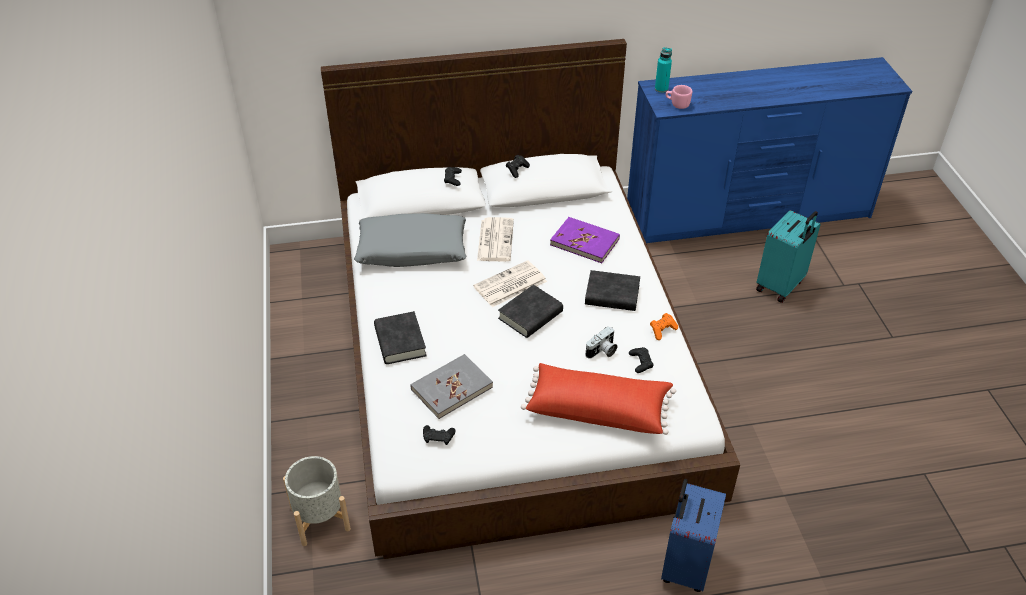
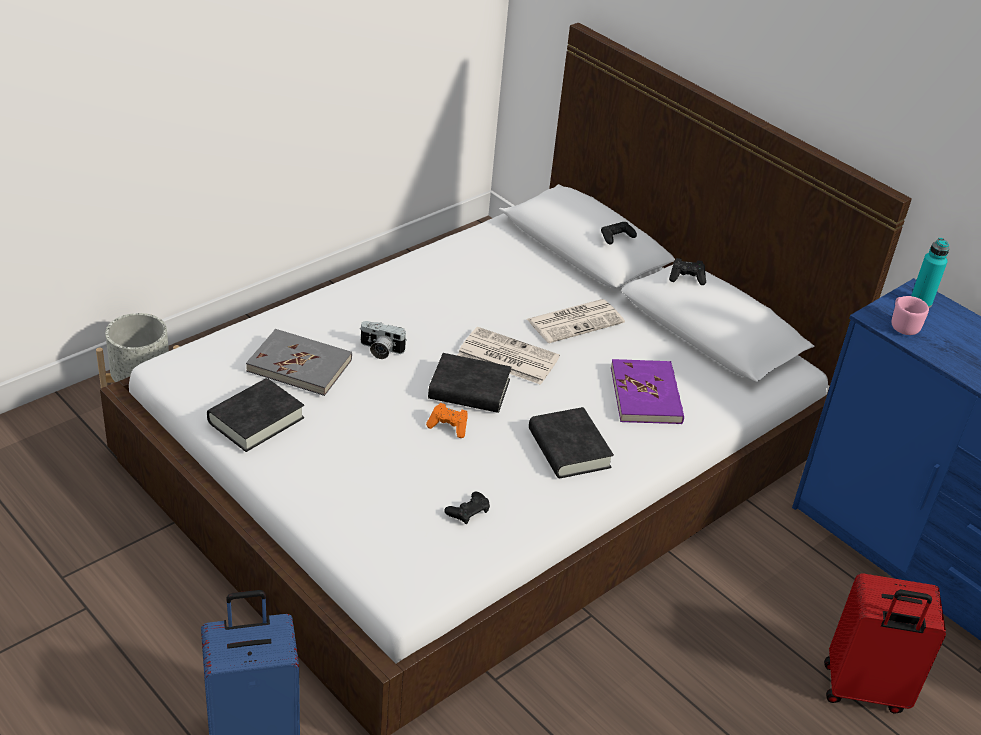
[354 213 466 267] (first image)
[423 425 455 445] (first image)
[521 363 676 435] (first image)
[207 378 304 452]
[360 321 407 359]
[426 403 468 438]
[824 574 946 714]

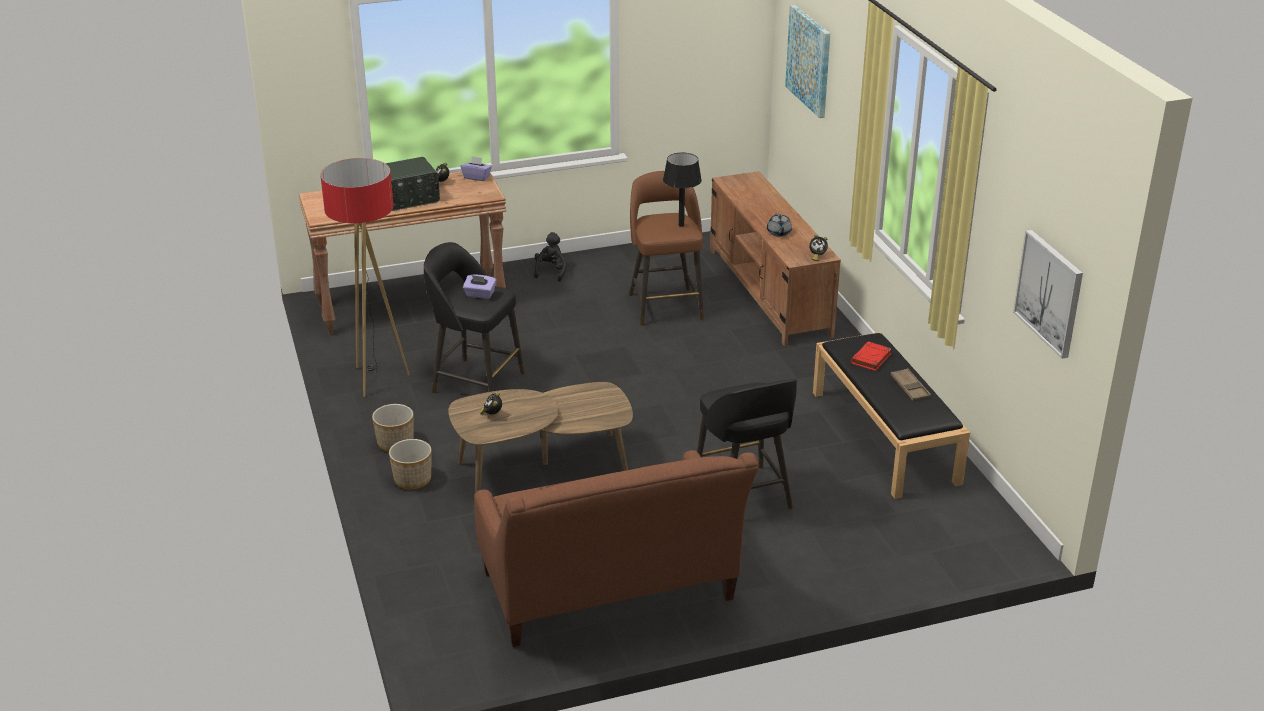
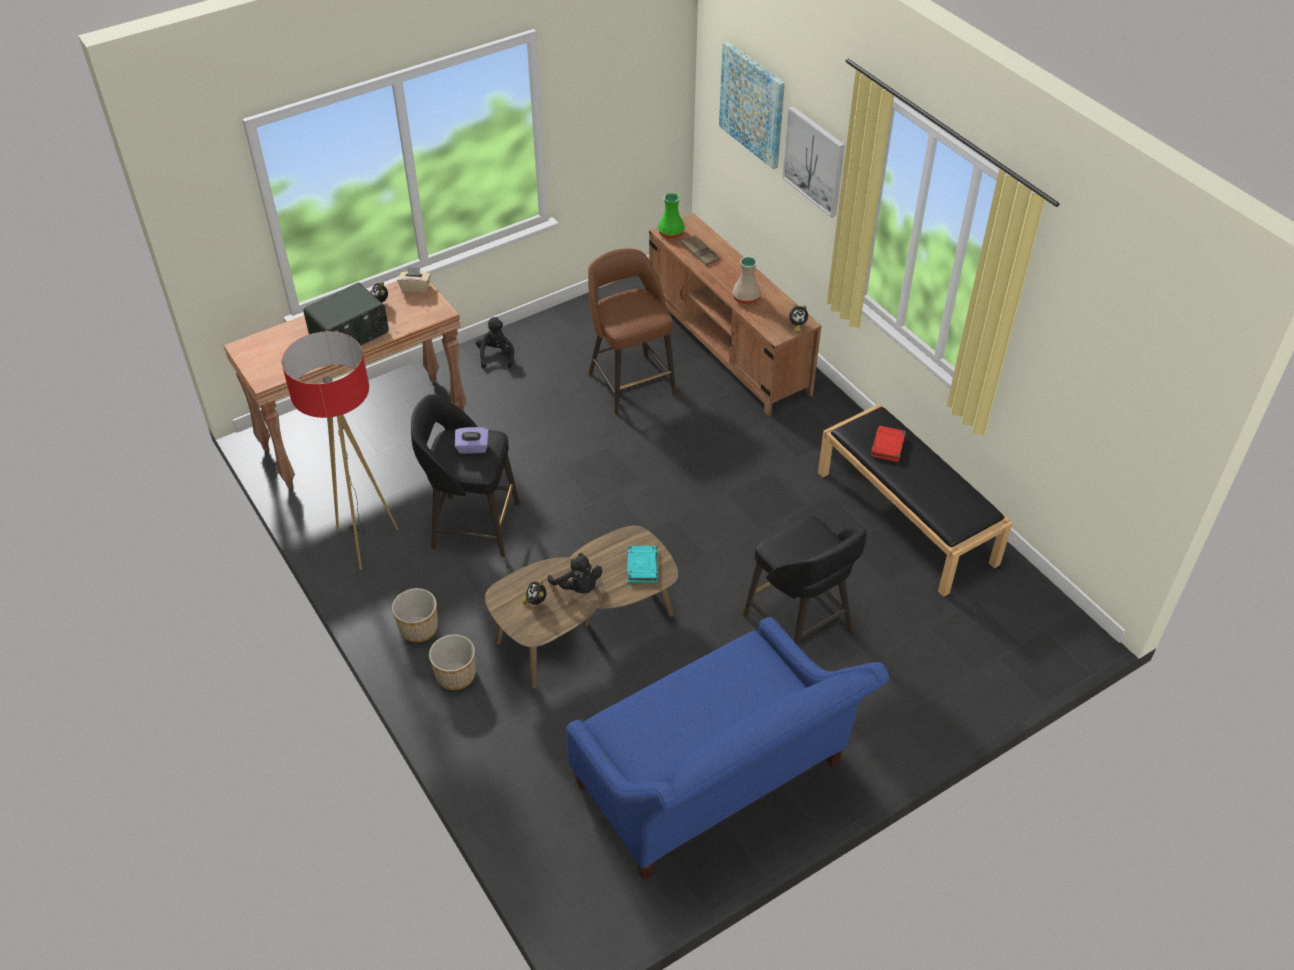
[663 153 702 227] (first image)
[548 553 602 594]
[627 546 658 583]
[658 193 685 239]
[682 235 720 266]
[782 106 845 218]
[732 257 761 305]
[397 267 431 293]
[566 617 889 880]

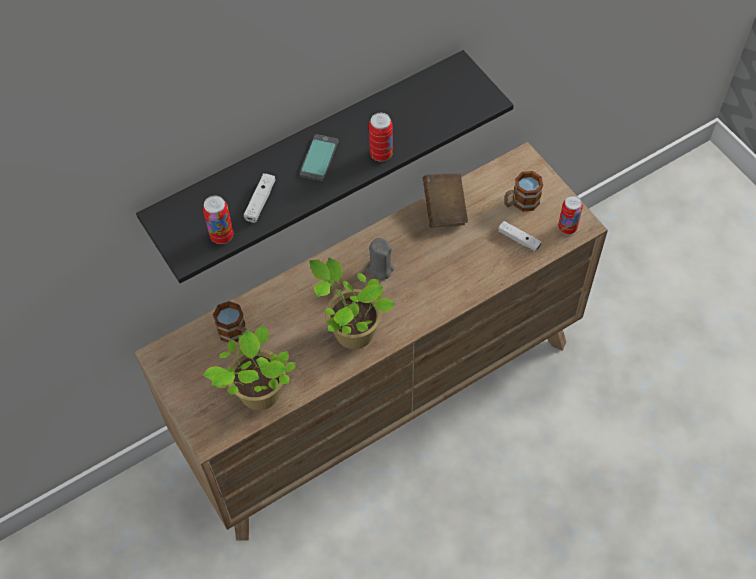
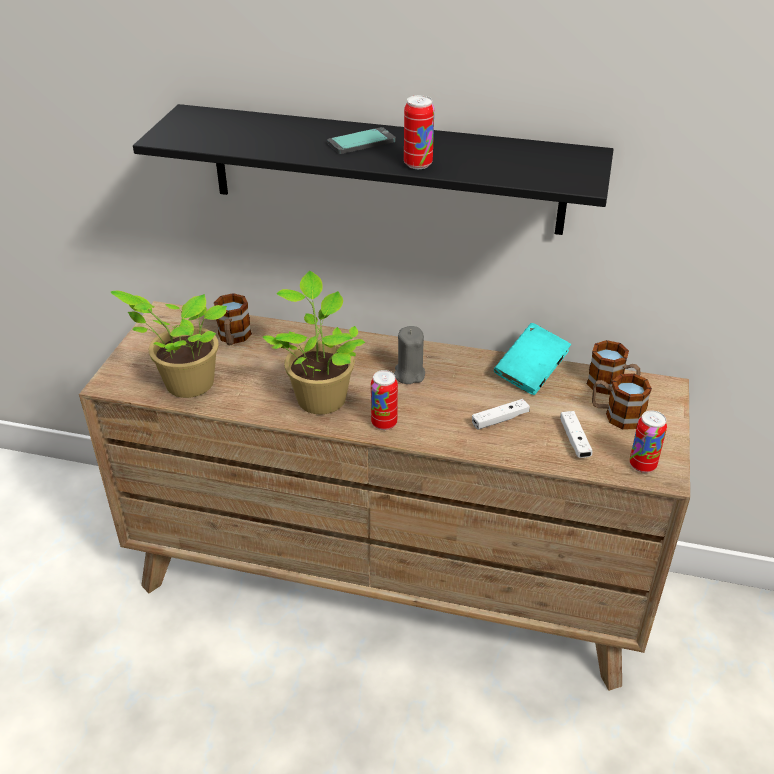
[587 340 641 395]
[371 370 398 430]
[472 399 530 430]
[494 323 571 395]

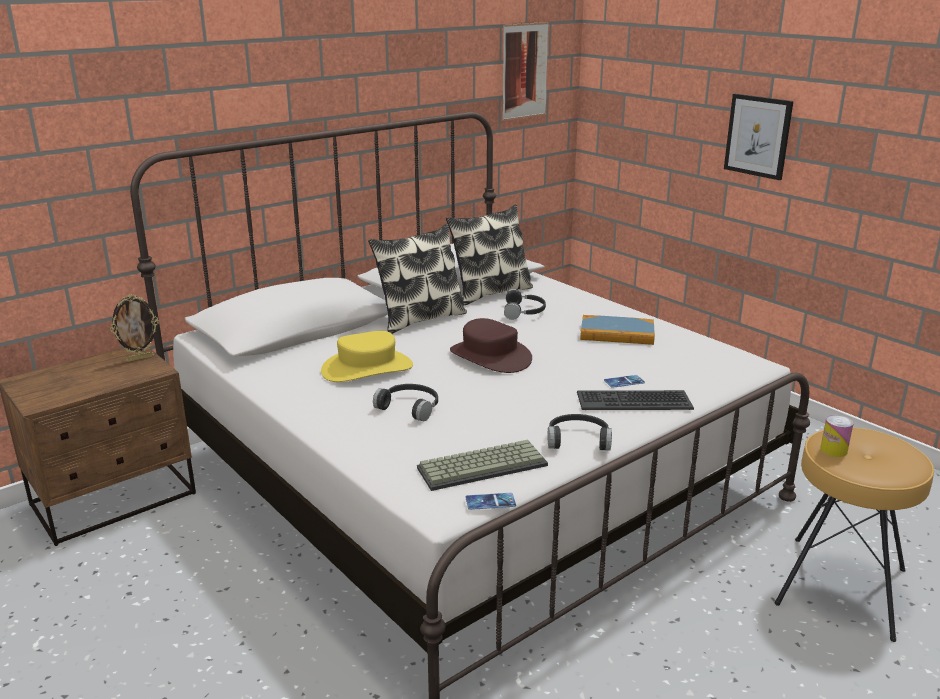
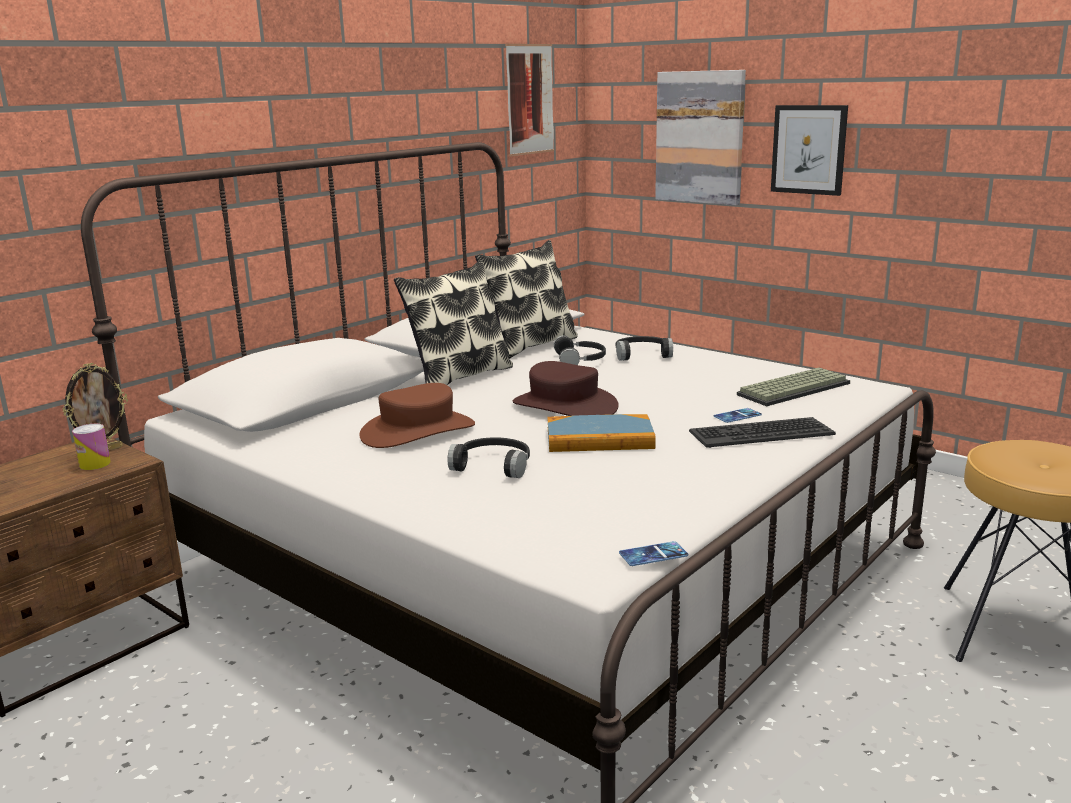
[655 70 746 205]
[737 368 850 406]
[616 336 673 360]
[547 414 656 452]
[72 424 111 470]
[359 383 475 448]

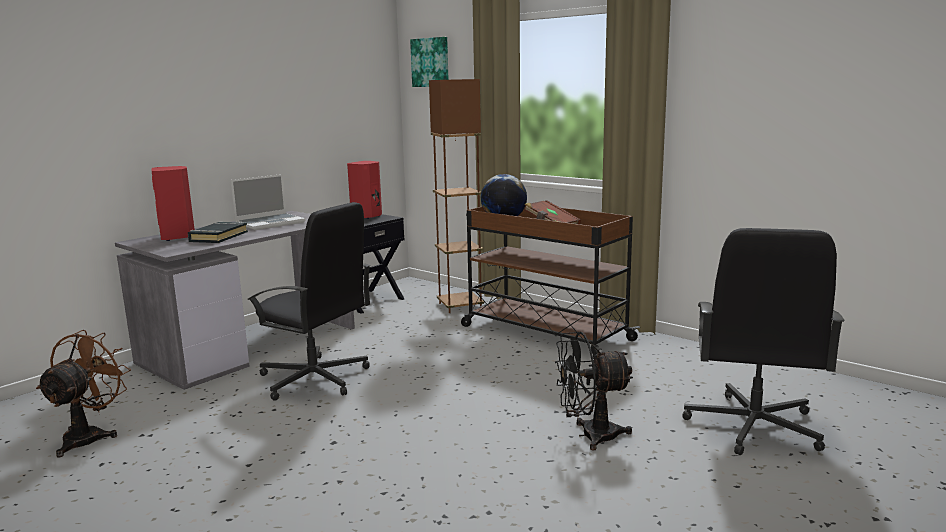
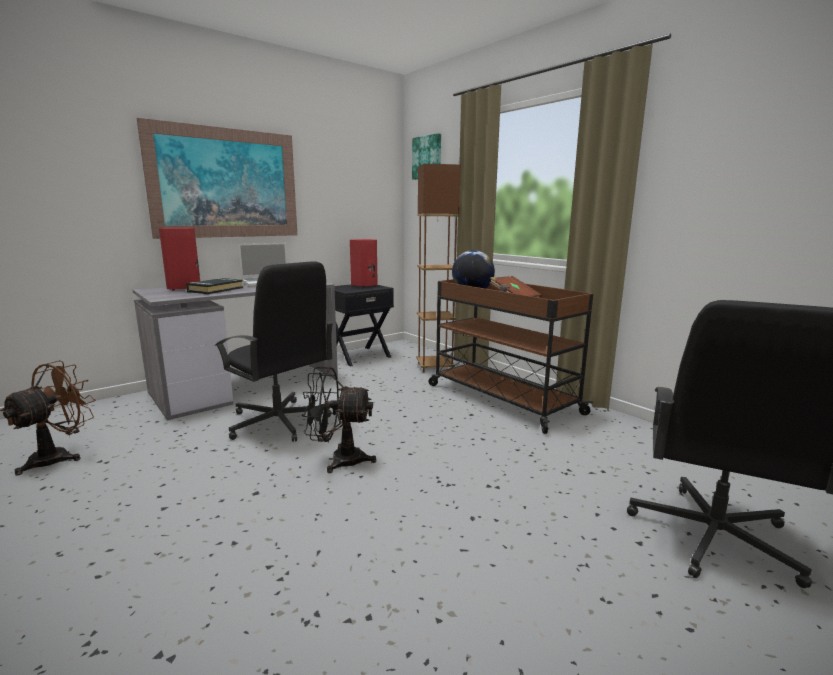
[137 118 297 239]
[301 367 376 473]

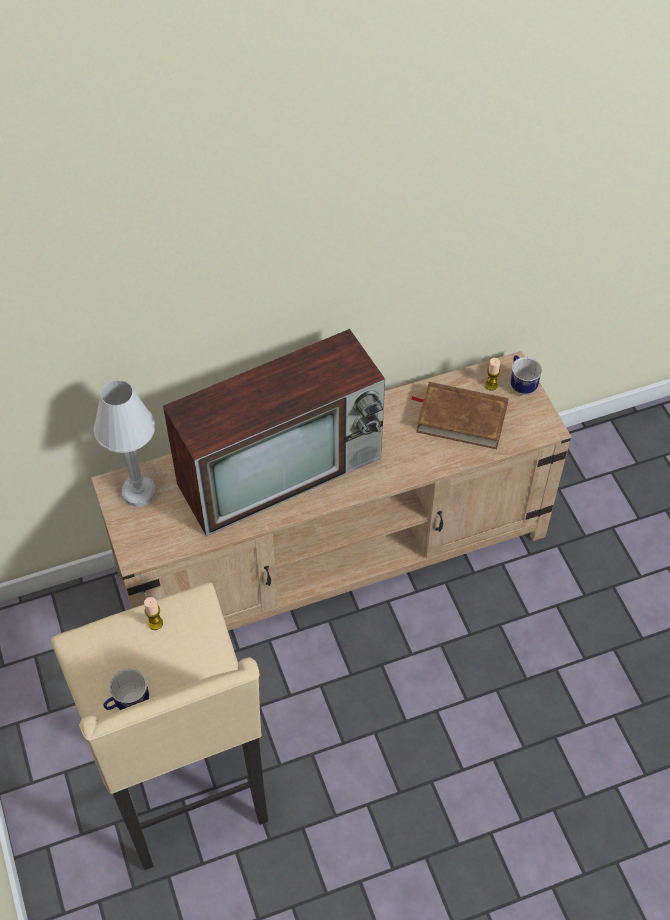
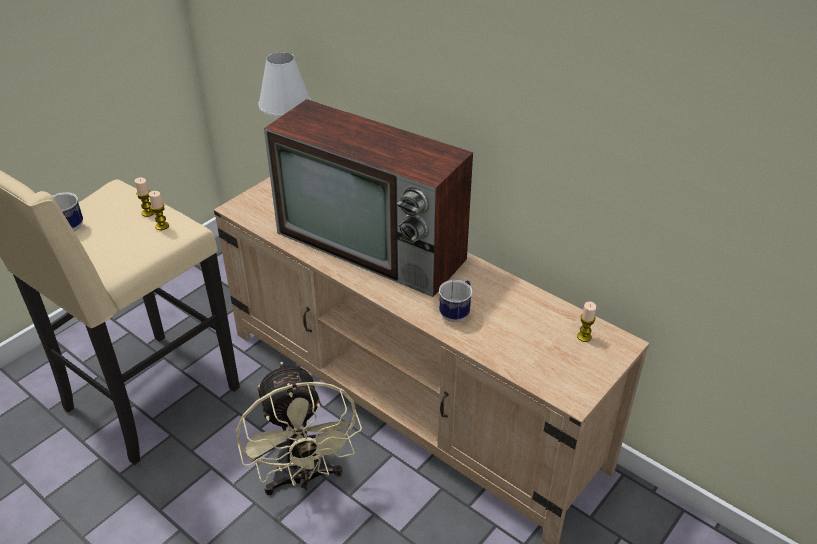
[410 382 509 449] (first image)
[149 191 169 230]
[236 362 362 495]
[439 280 472 322]

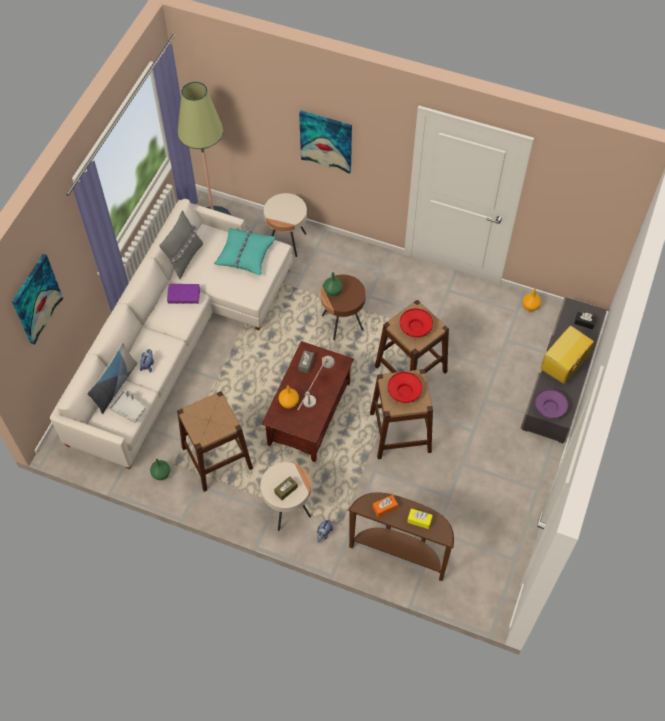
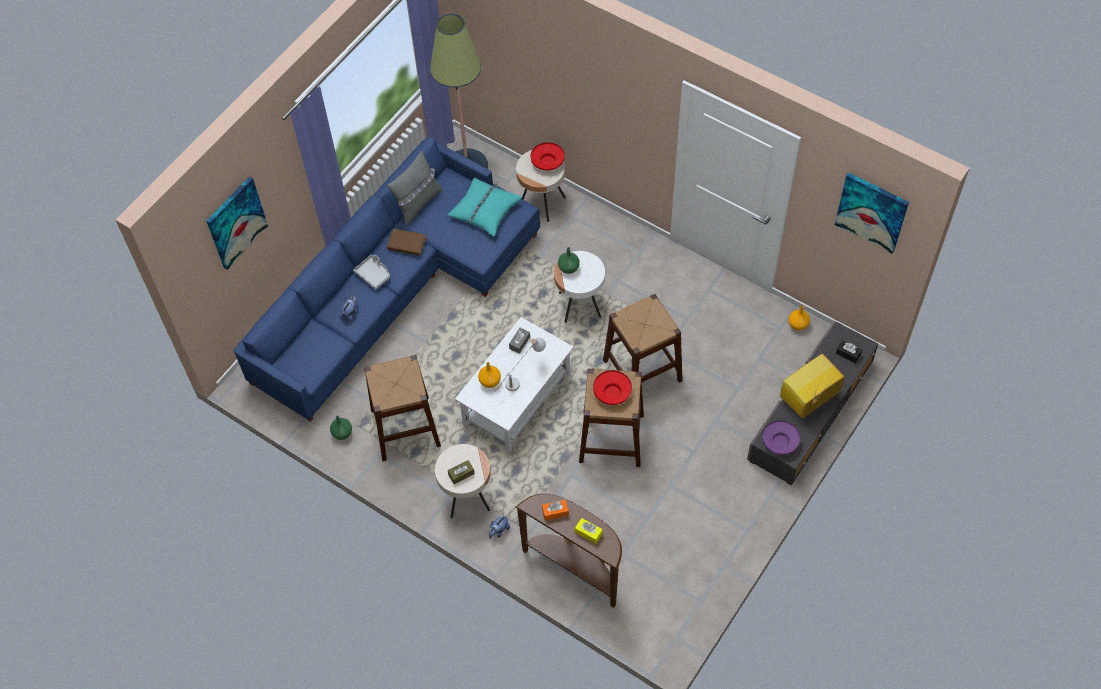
[87 343 137 414] (first image)
[353 255 390 290]
[835 172 909 254]
[531 142 565 171]
[234 137 540 422]
[387 229 426 256]
[455 317 574 453]
[554 251 605 323]

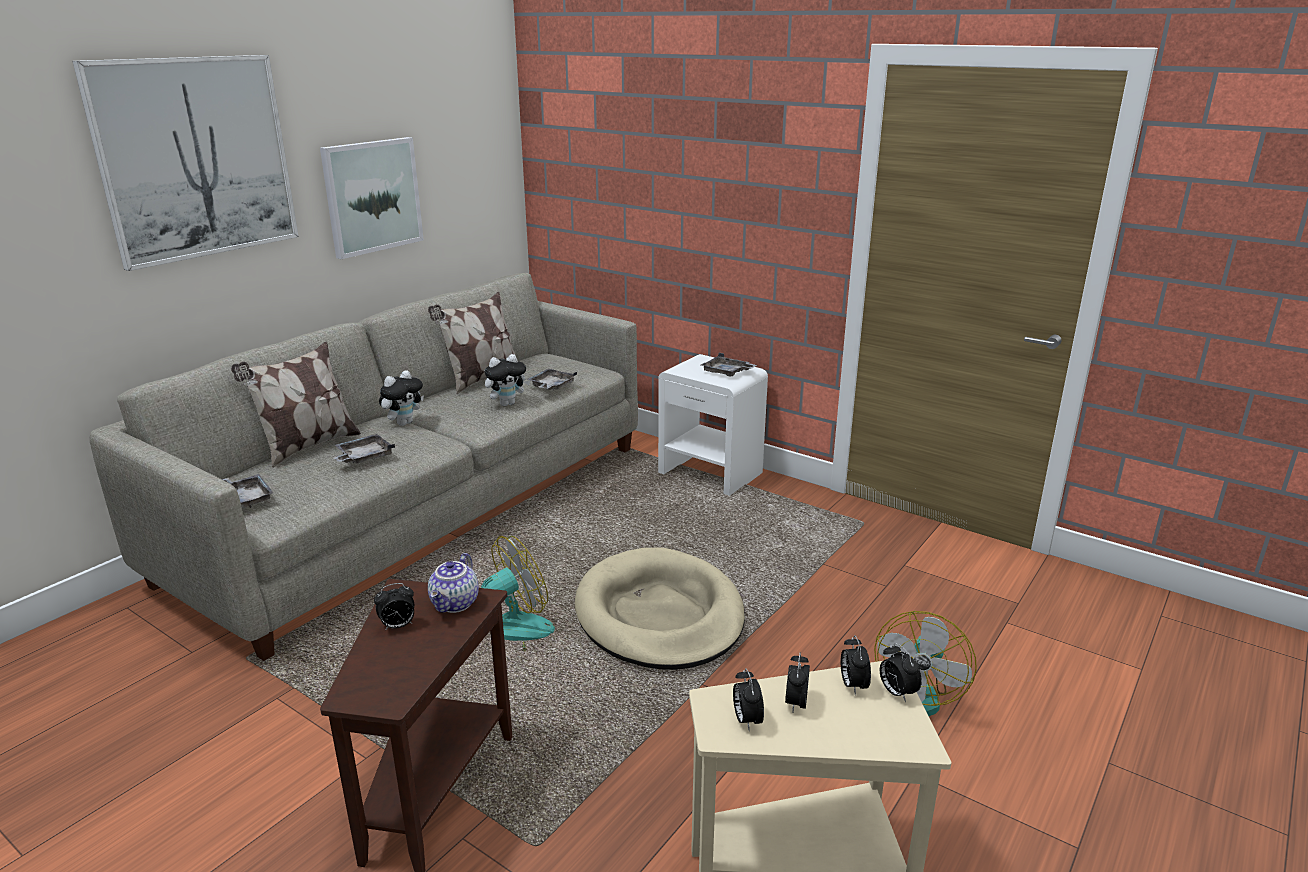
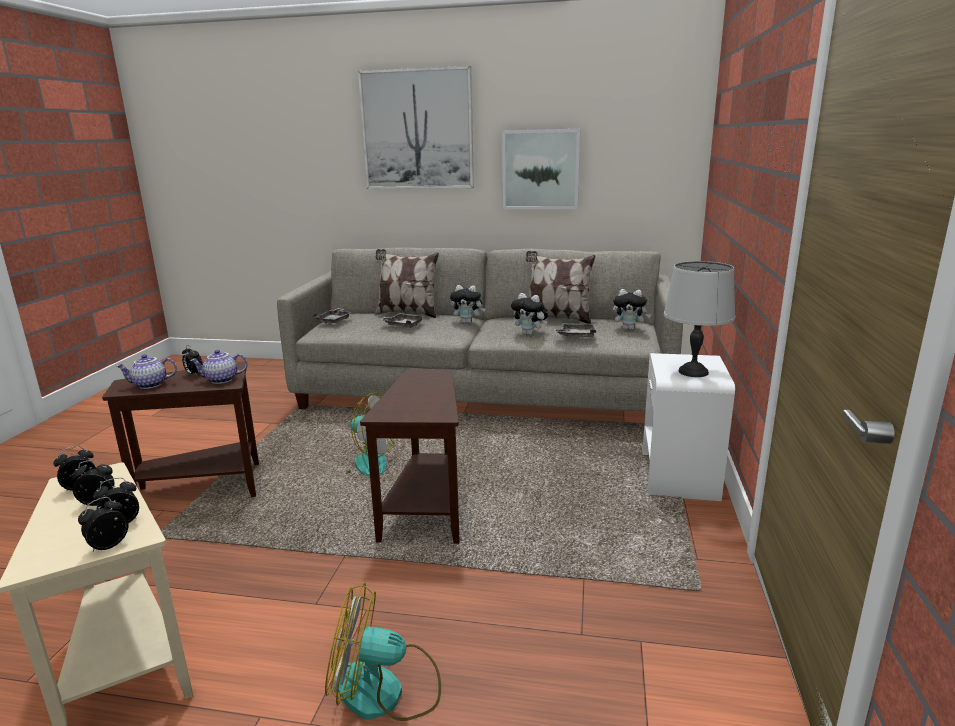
[116 354 177 389]
[613 289 651 330]
[360 370 459 544]
[664 261 735 377]

